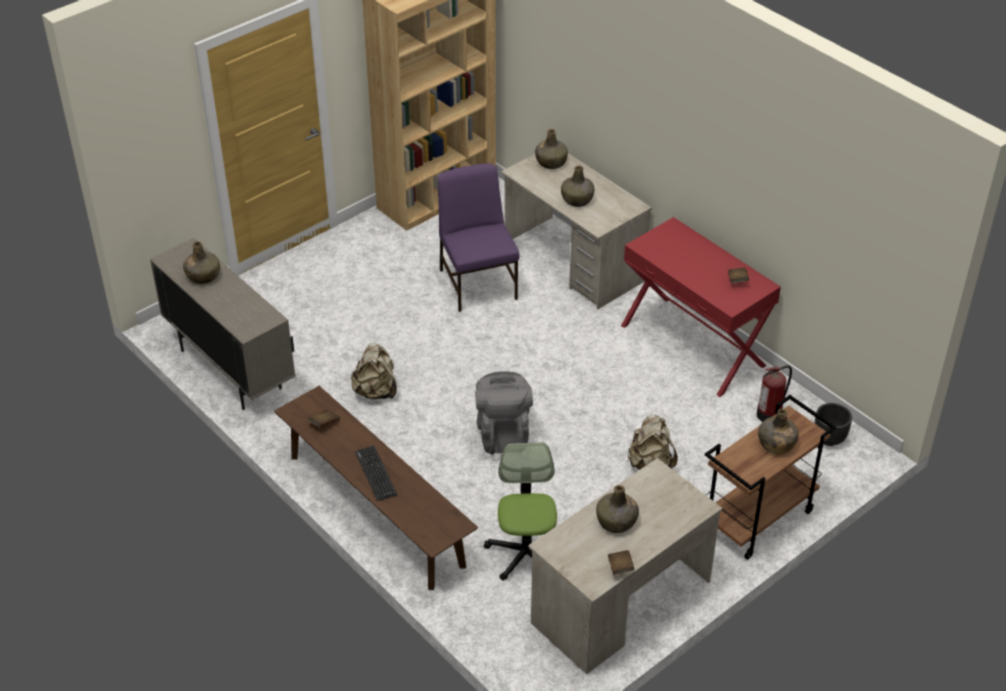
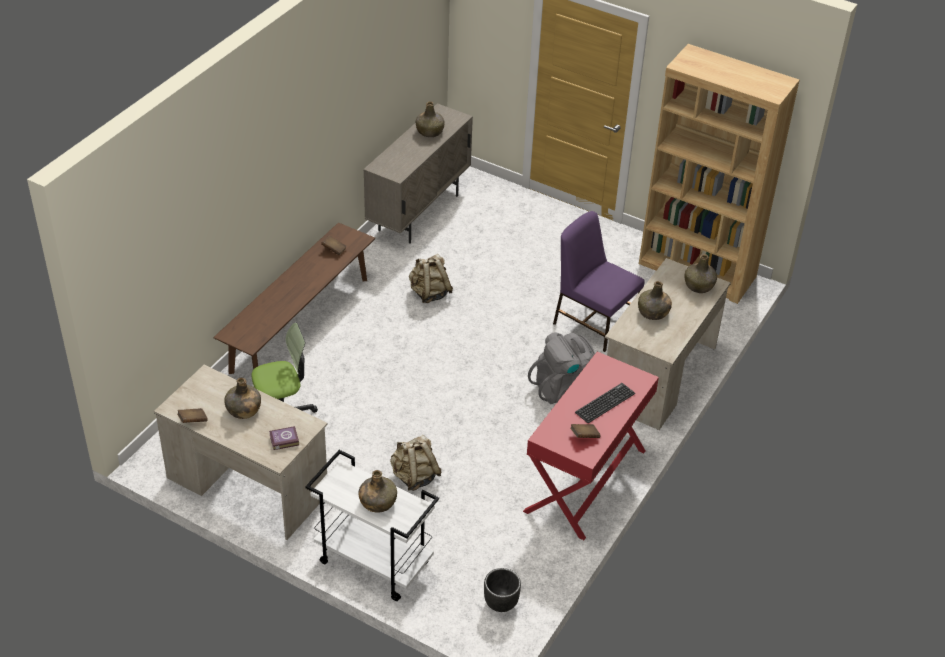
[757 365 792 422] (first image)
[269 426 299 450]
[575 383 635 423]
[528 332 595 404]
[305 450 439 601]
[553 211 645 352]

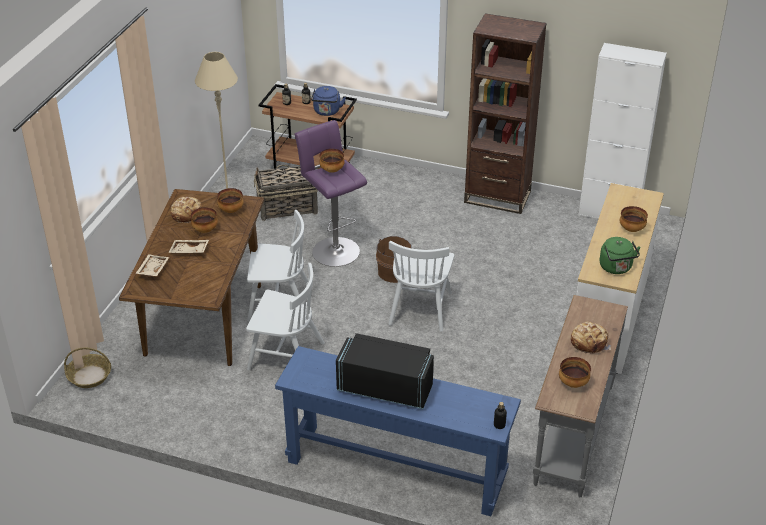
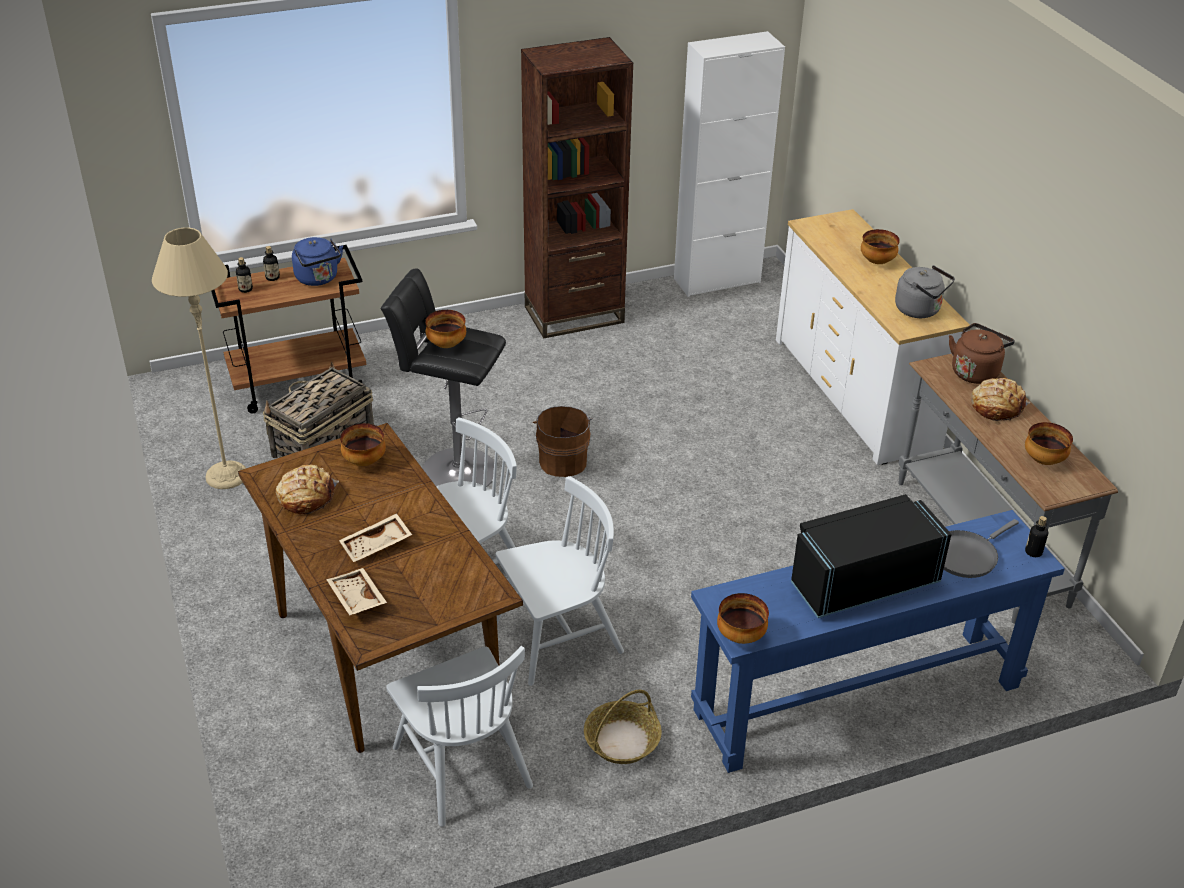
[943 519 1019 578]
[949 323 1015 384]
[584 690 662 764]
[717 593 769 644]
[386 646 533 827]
[381 269 506 486]
[895 265 955 318]

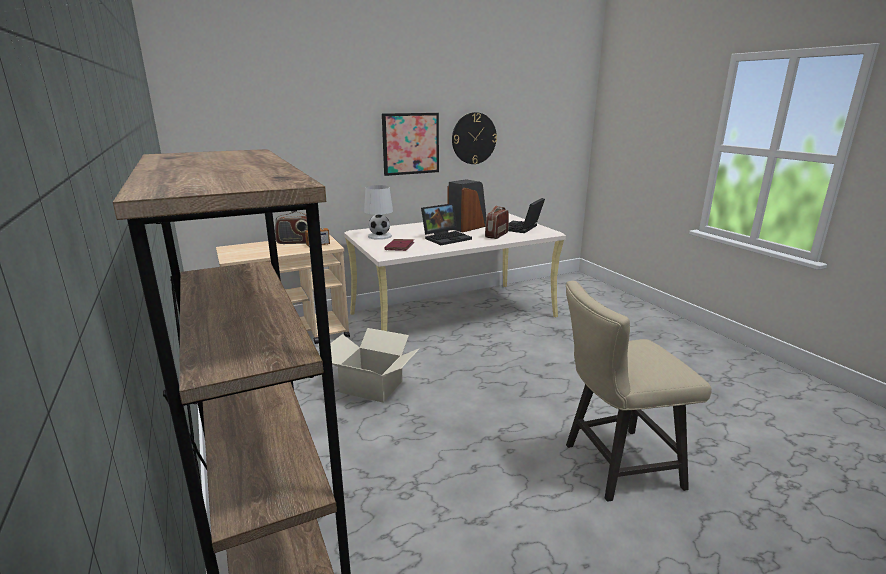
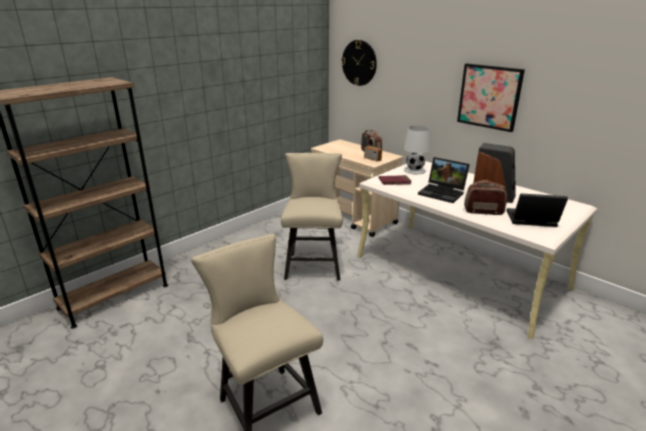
[341 40 377 86]
[281 153 343 280]

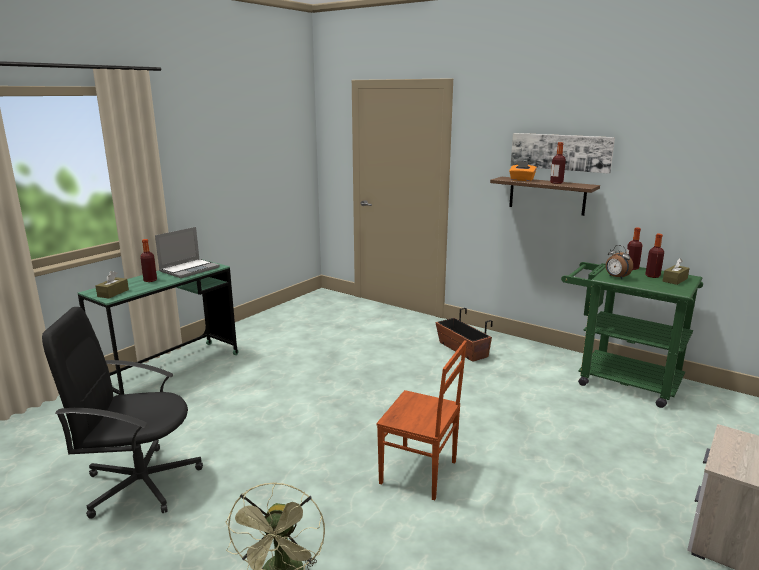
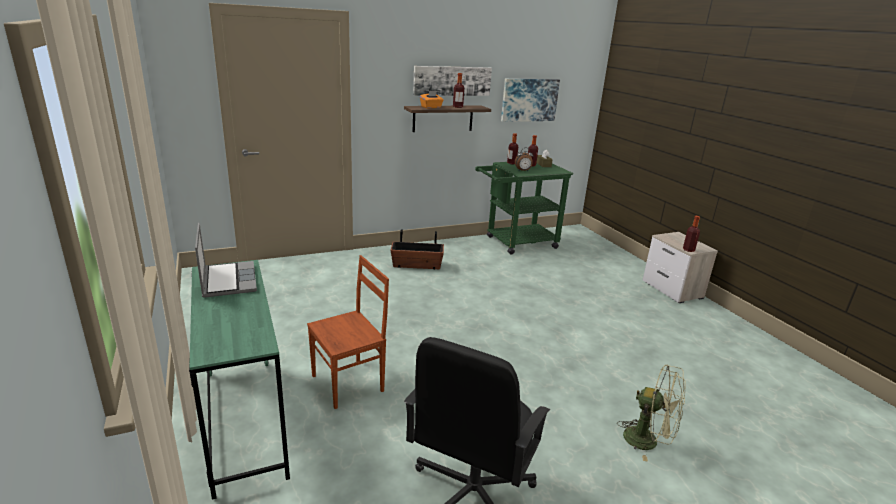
[96 271 129 299] (first image)
[501 79 560 122]
[683 216 700 252]
[307 255 389 409]

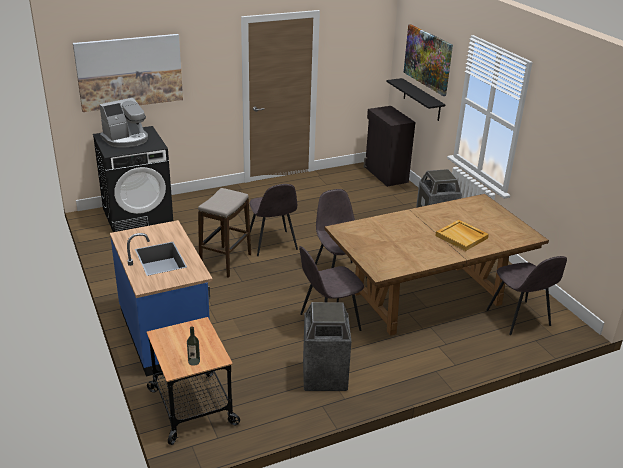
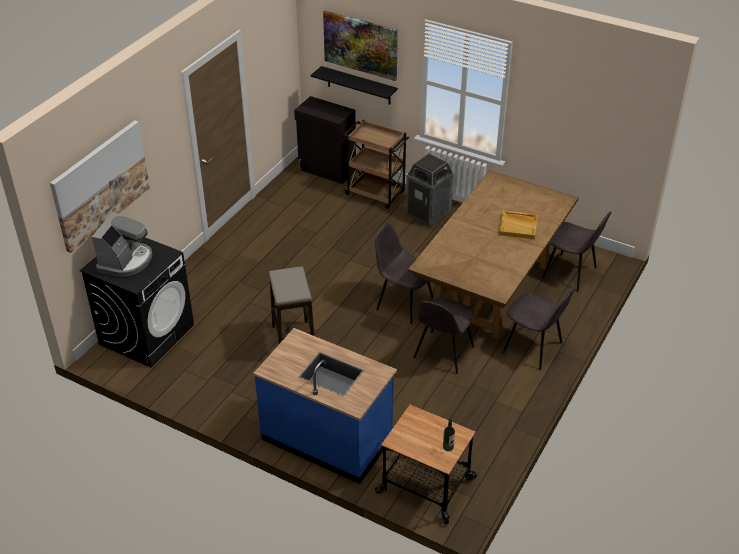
[303 302 351 391] (first image)
[344 120 410 209]
[503 286 576 370]

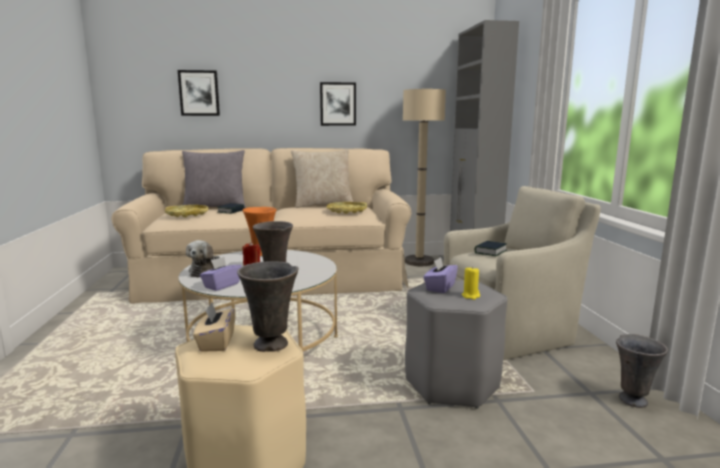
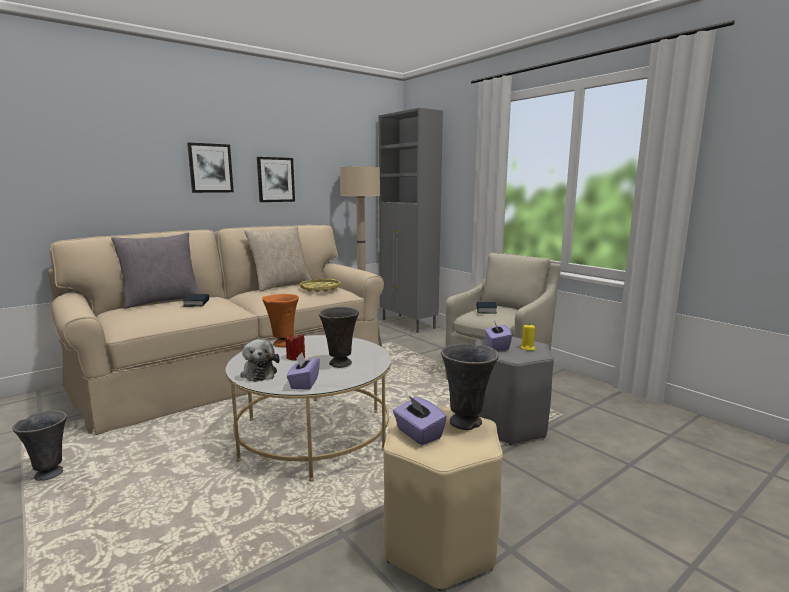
[165 205 209 217] (first image)
[187 142 234 193]
[12 410 67 481]
[393 395 447 445]

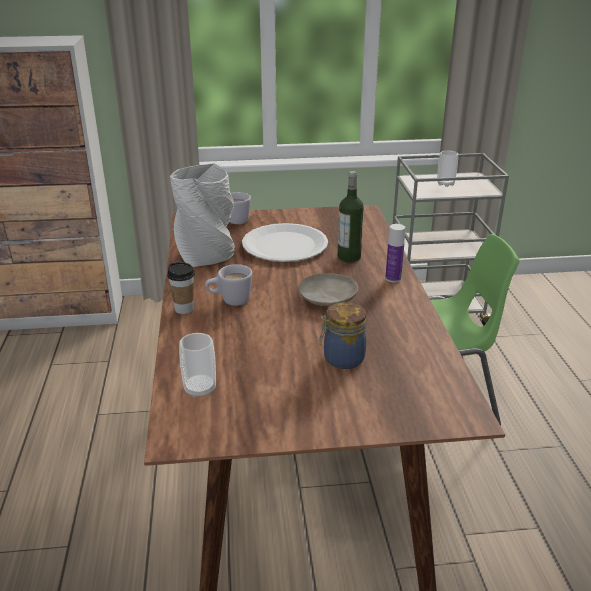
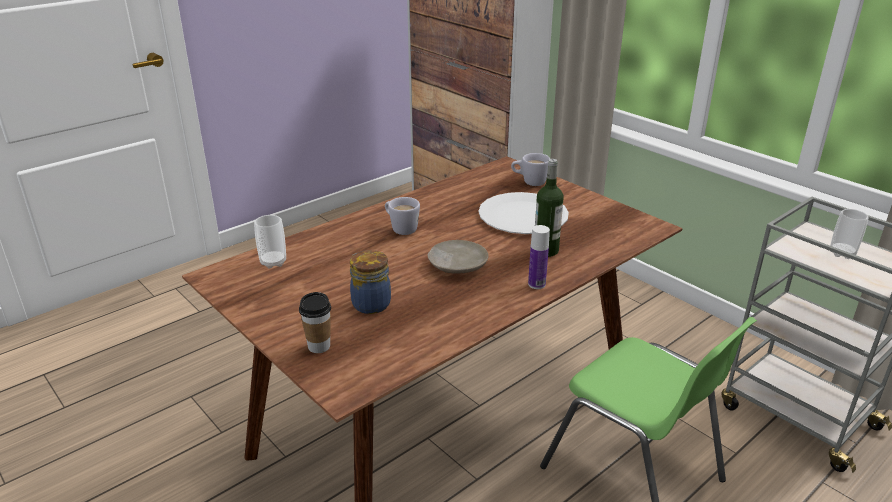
[170 163 235 267] (first image)
[299 292 331 353]

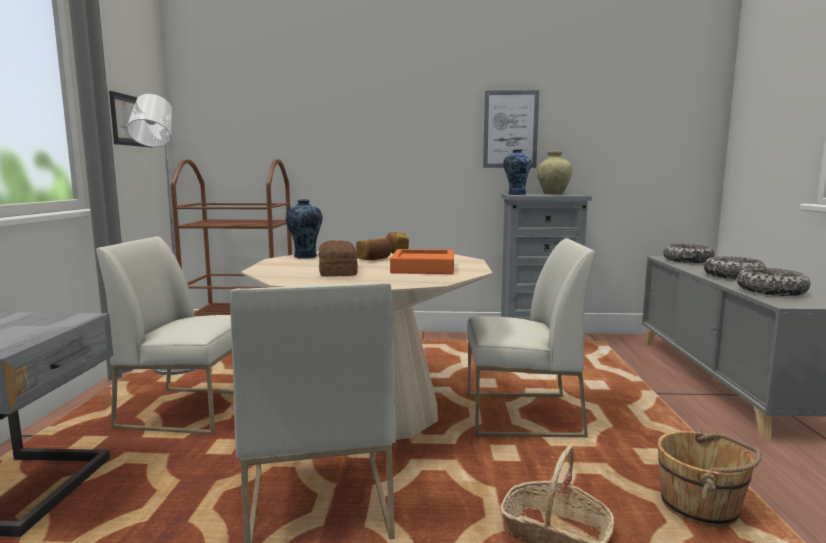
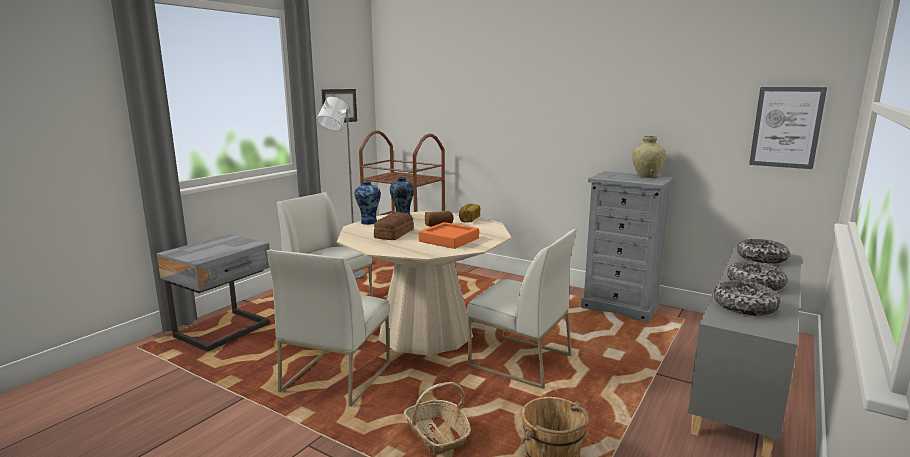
[749 87 827 169]
[355 181 381 225]

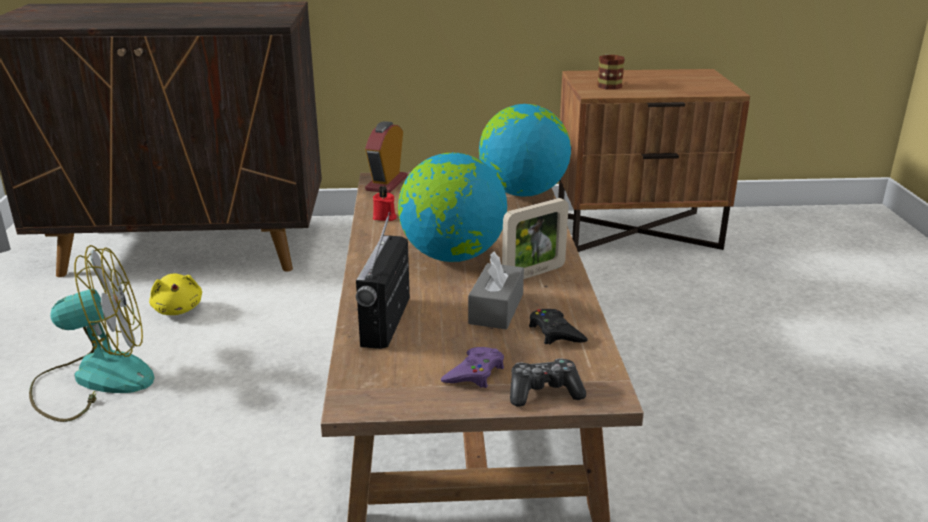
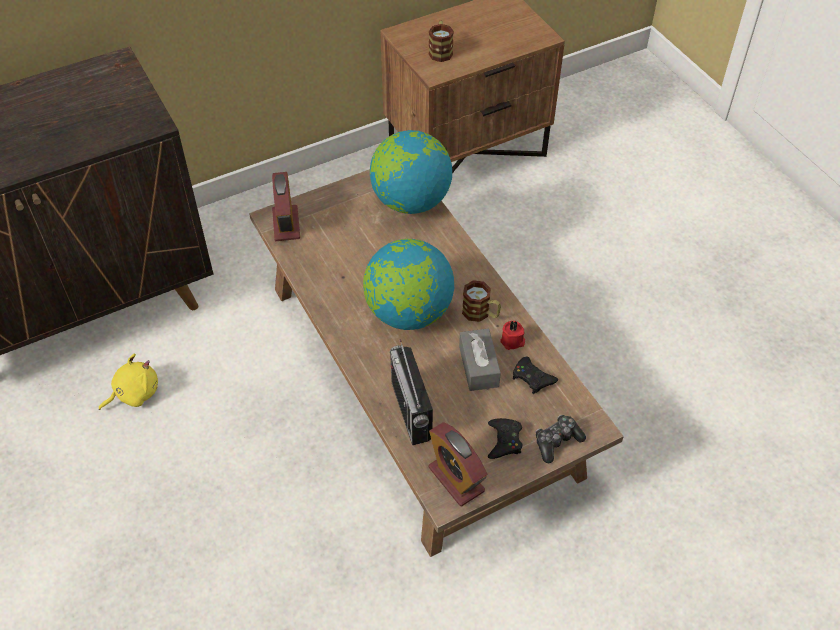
[29 245 155 422] (first image)
[429 422 487 506]
[500 321 525 350]
[462 280 501 322]
[488 418 522 459]
[99 354 158 410]

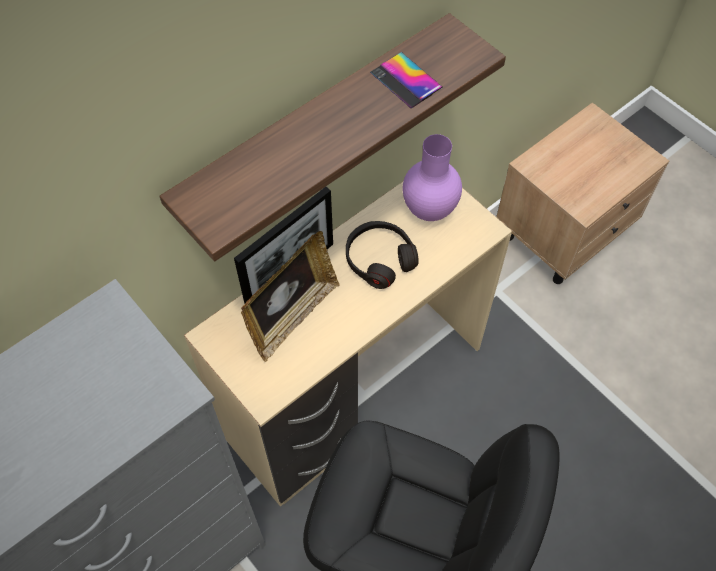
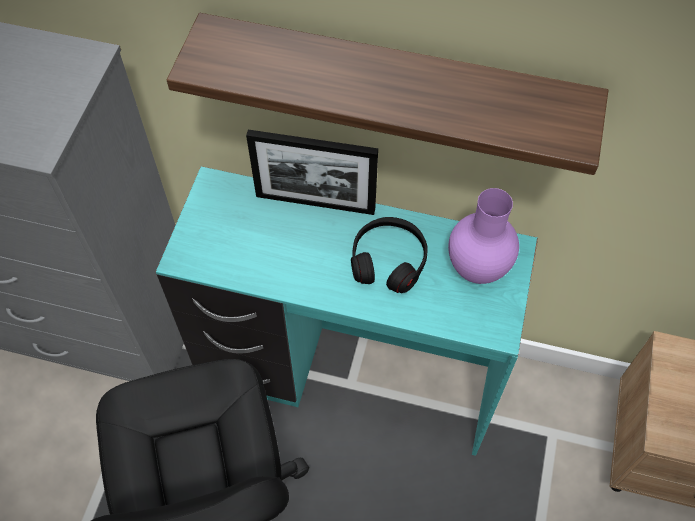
[241 231 340 362] (first image)
[370 52 443 108] (first image)
[156 166 538 456]

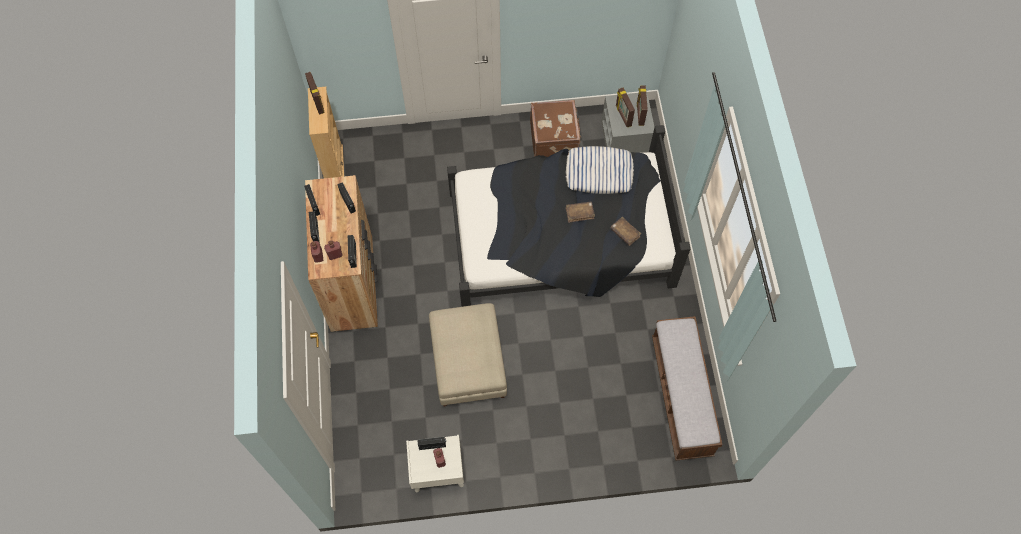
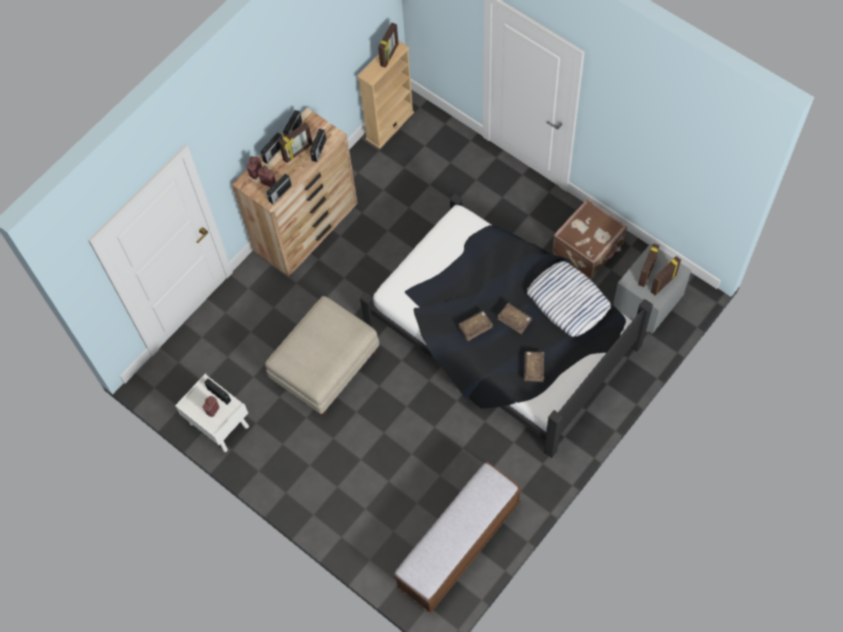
[279 122 313 163]
[458 310 493 341]

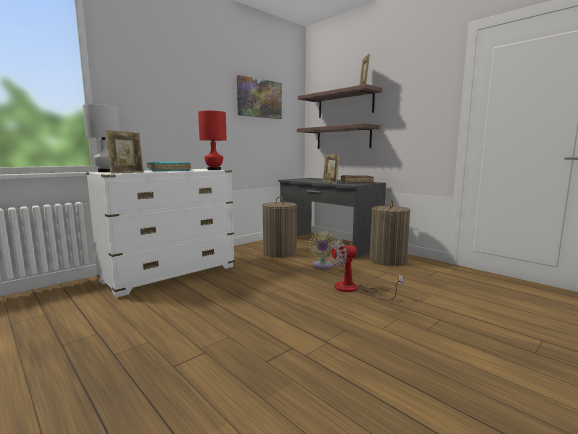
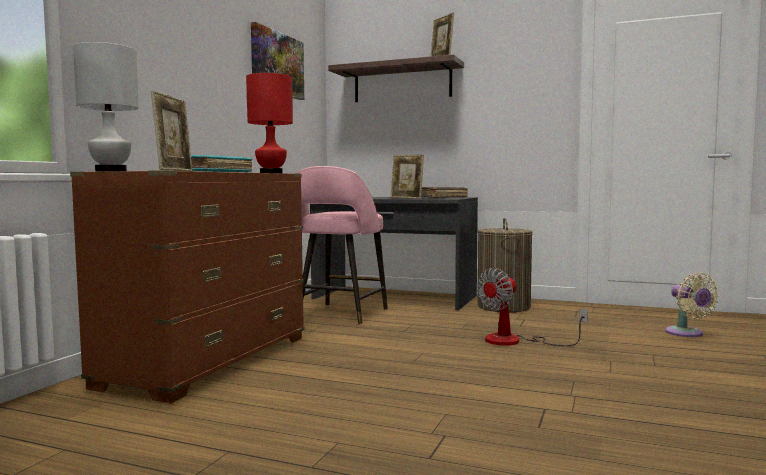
[297 123 379 149] (first image)
[665 273 719 337]
[298 166 388 324]
[70 170 304 403]

